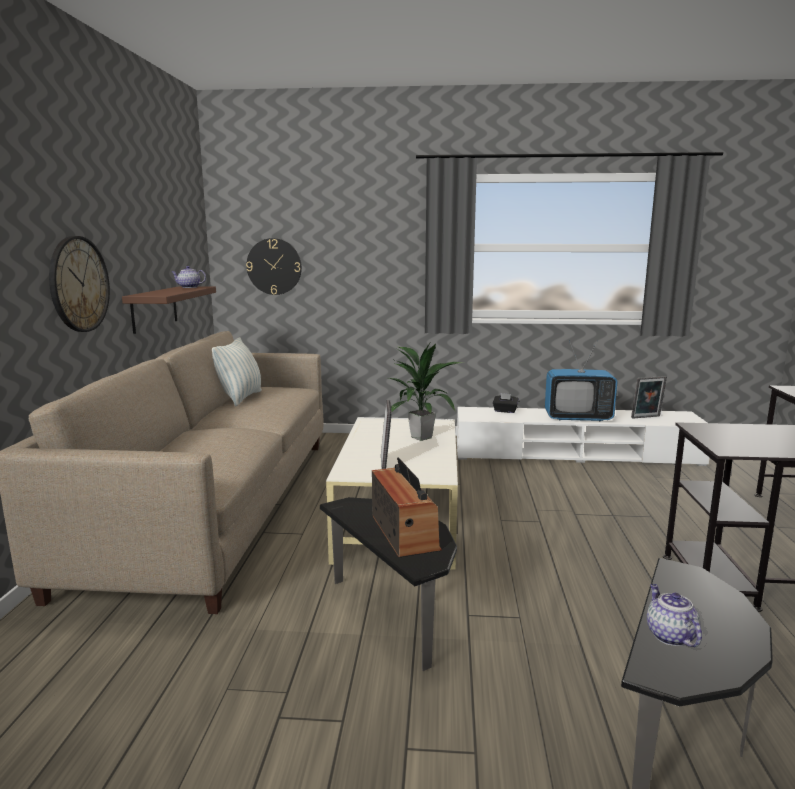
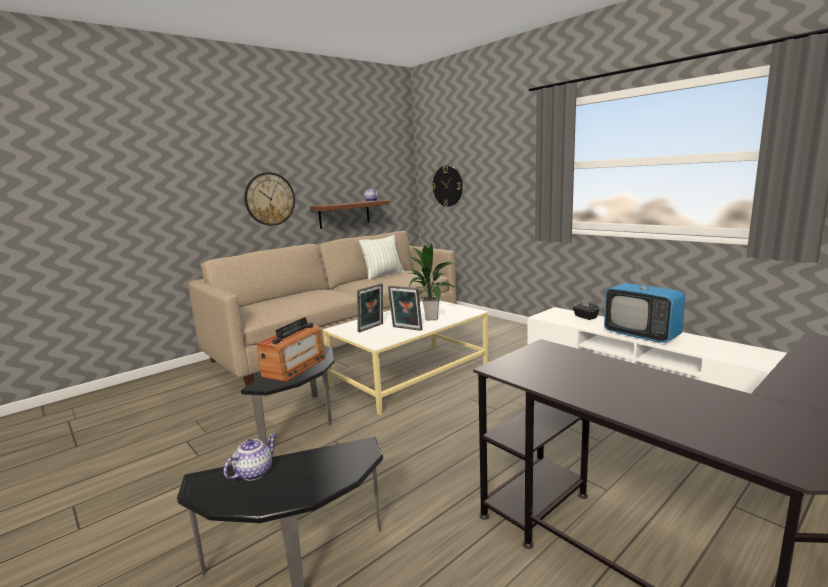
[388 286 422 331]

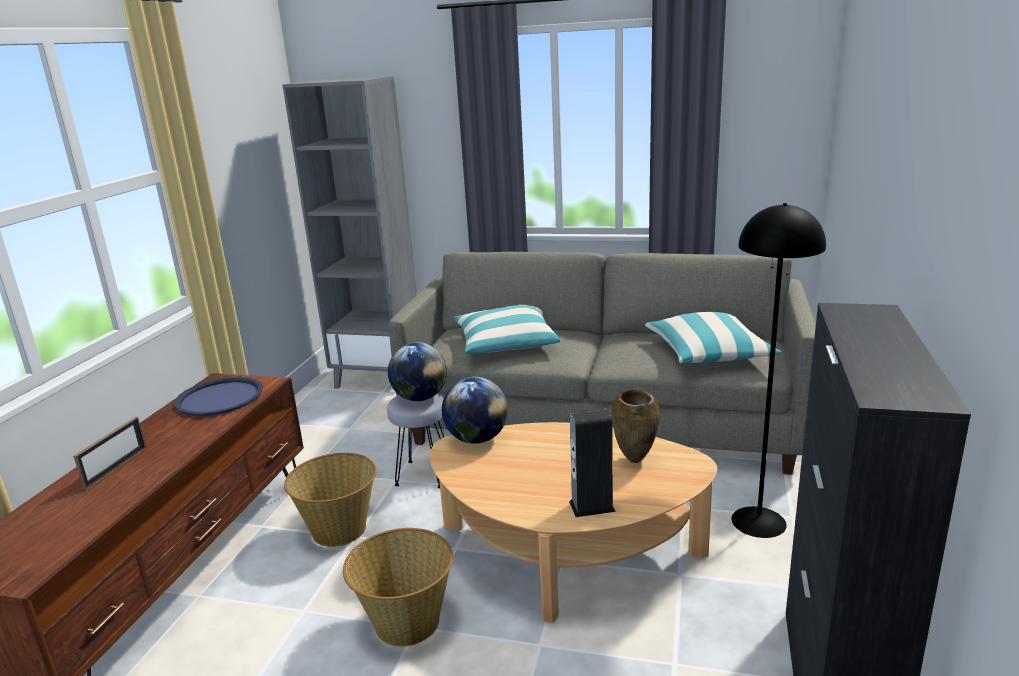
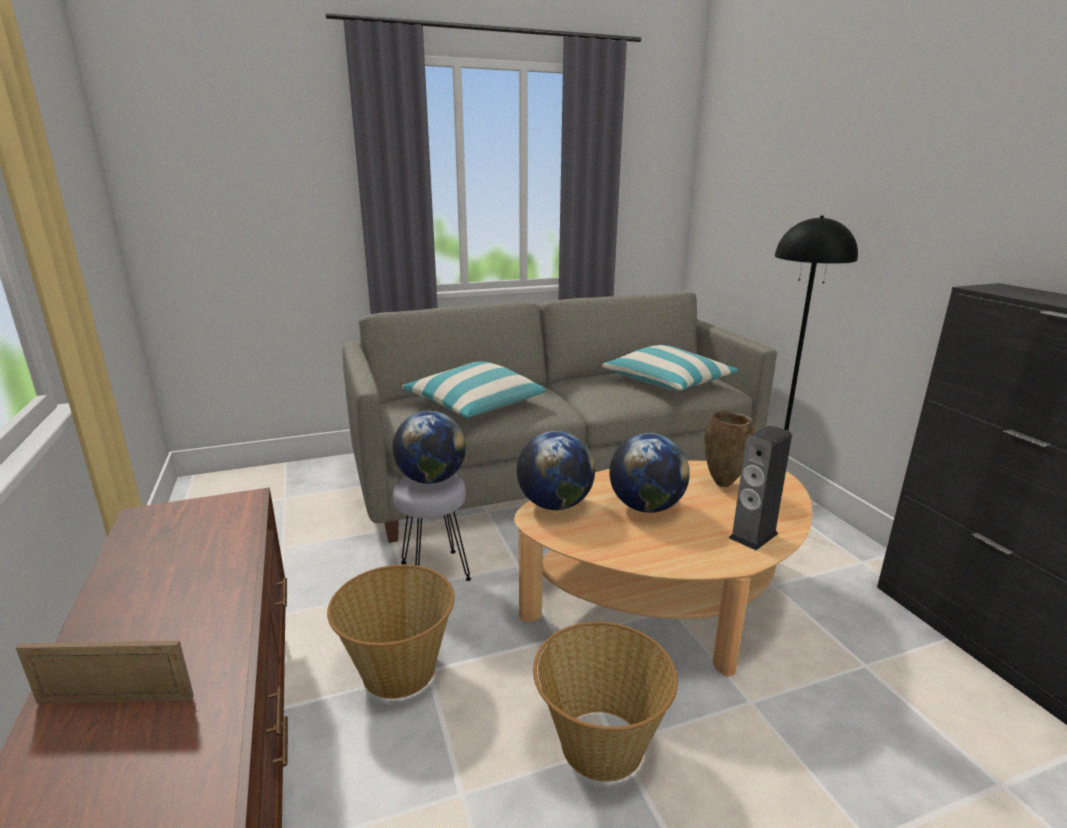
[174 377 263 416] (first image)
[282 76 417 389] (first image)
[609 433 690 513]
[16 641 194 704]

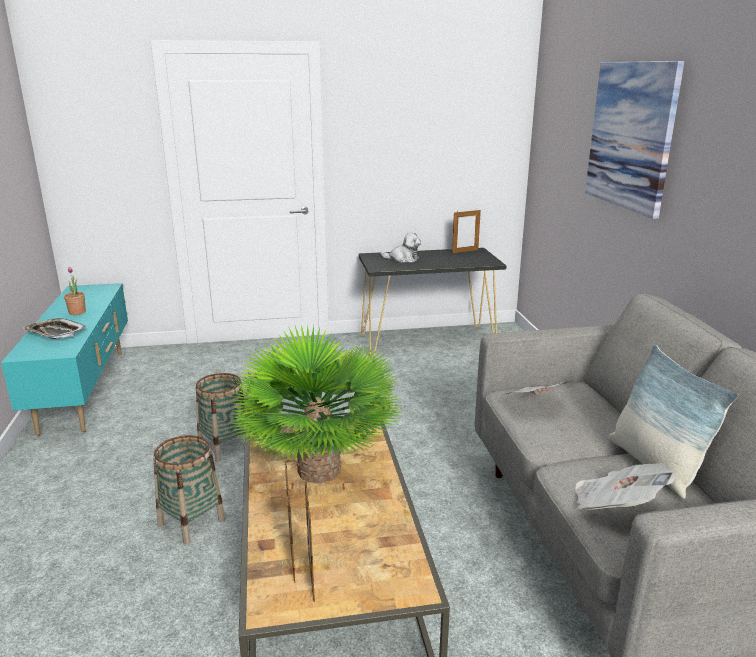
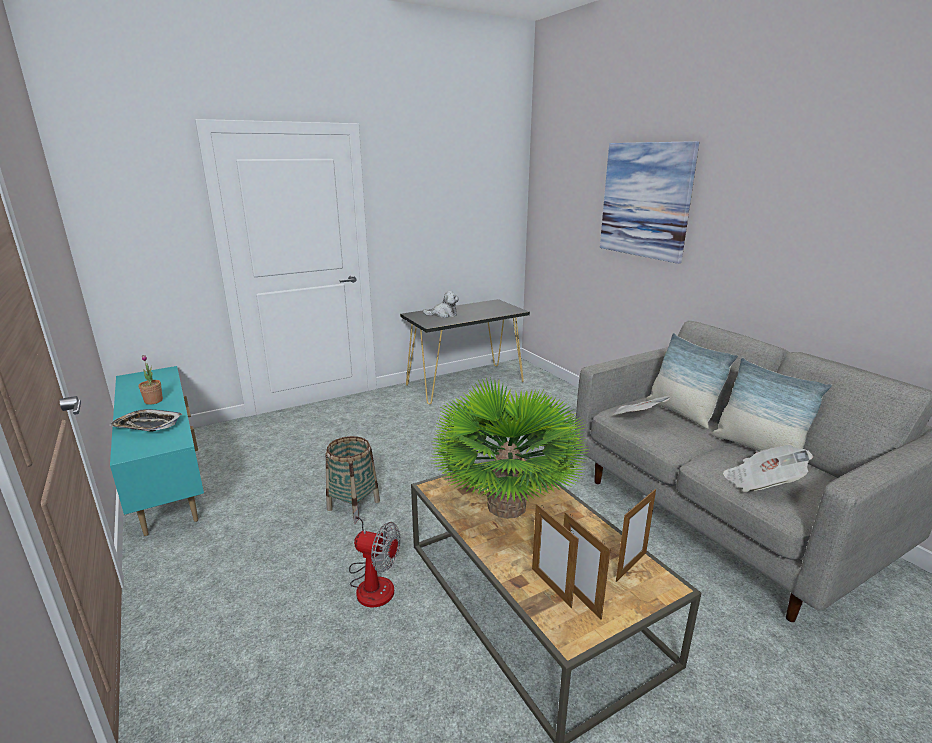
[646 333 738 429]
[616 489 656 582]
[349 508 400 608]

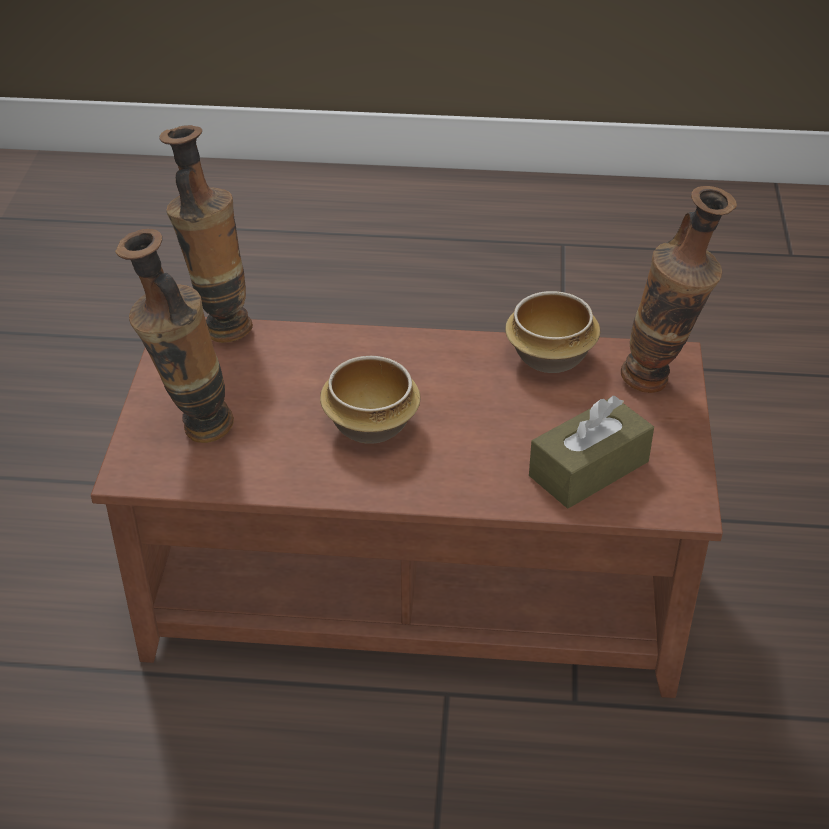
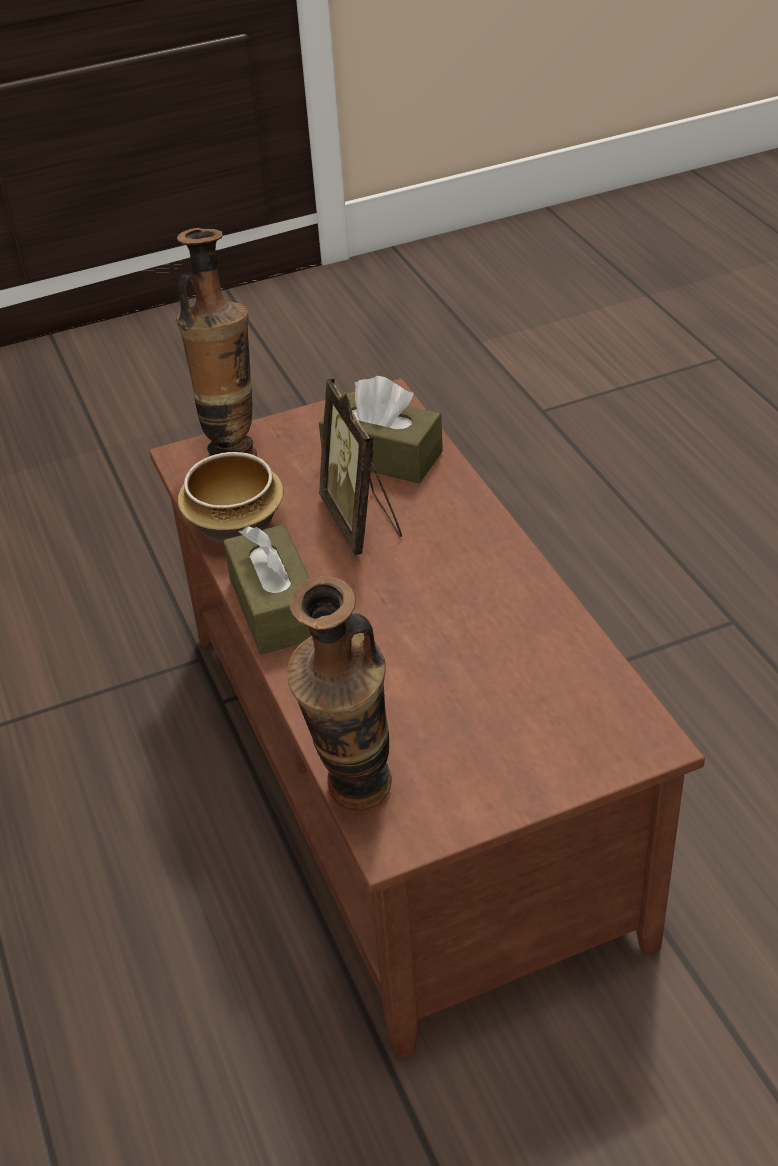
[115 229 234 443] (first image)
[320 356 421 444] (first image)
[223 525 312 655]
[319 378 402 555]

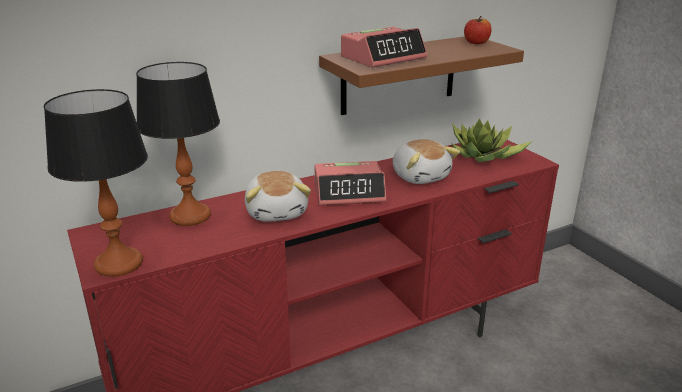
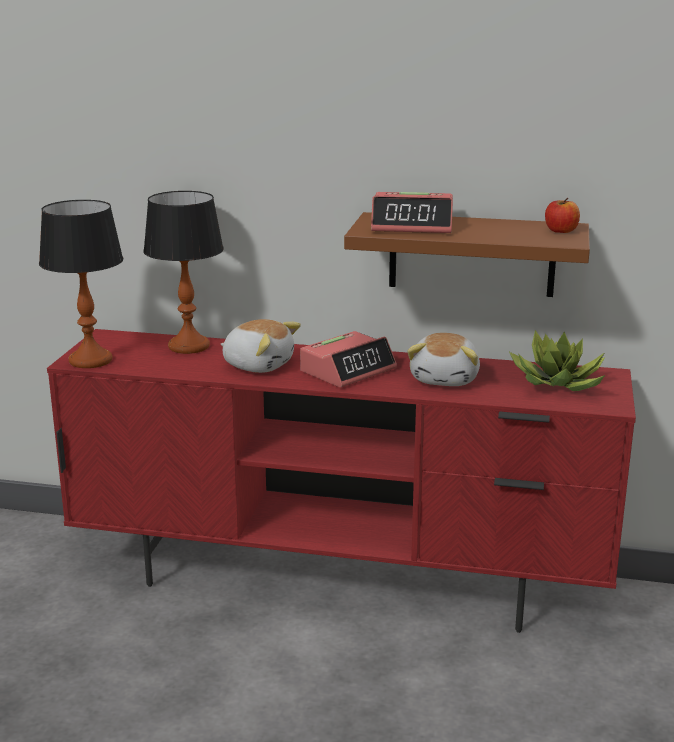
[220 319 301 373]
[300 331 397 388]

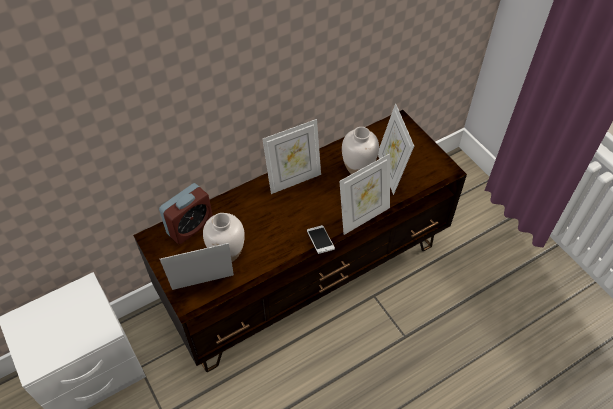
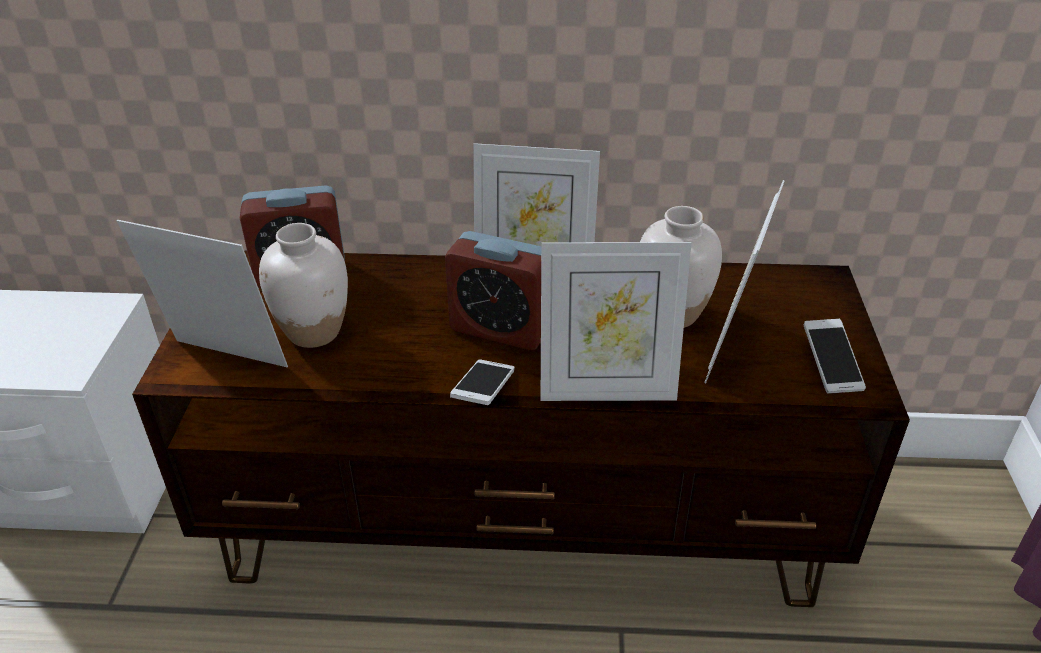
[445 231 541 350]
[804 319 866 394]

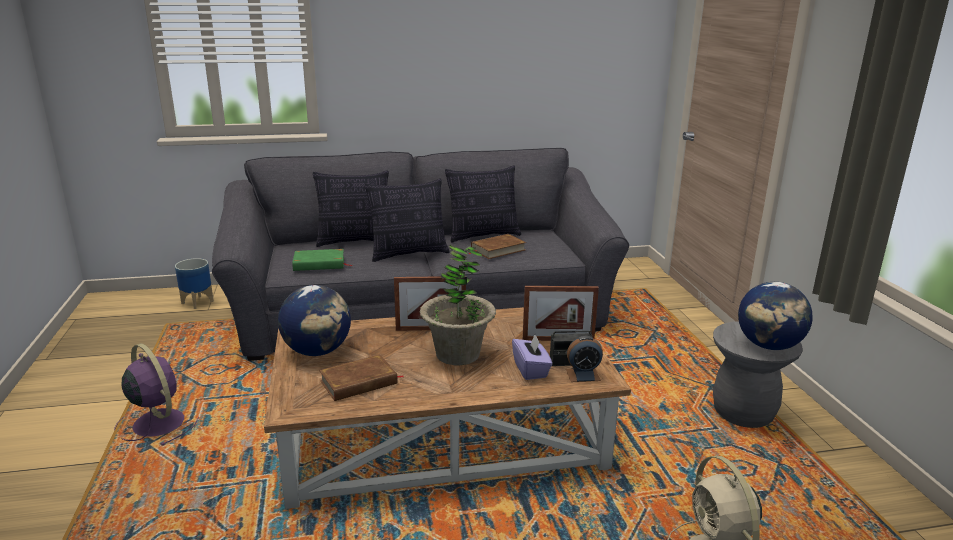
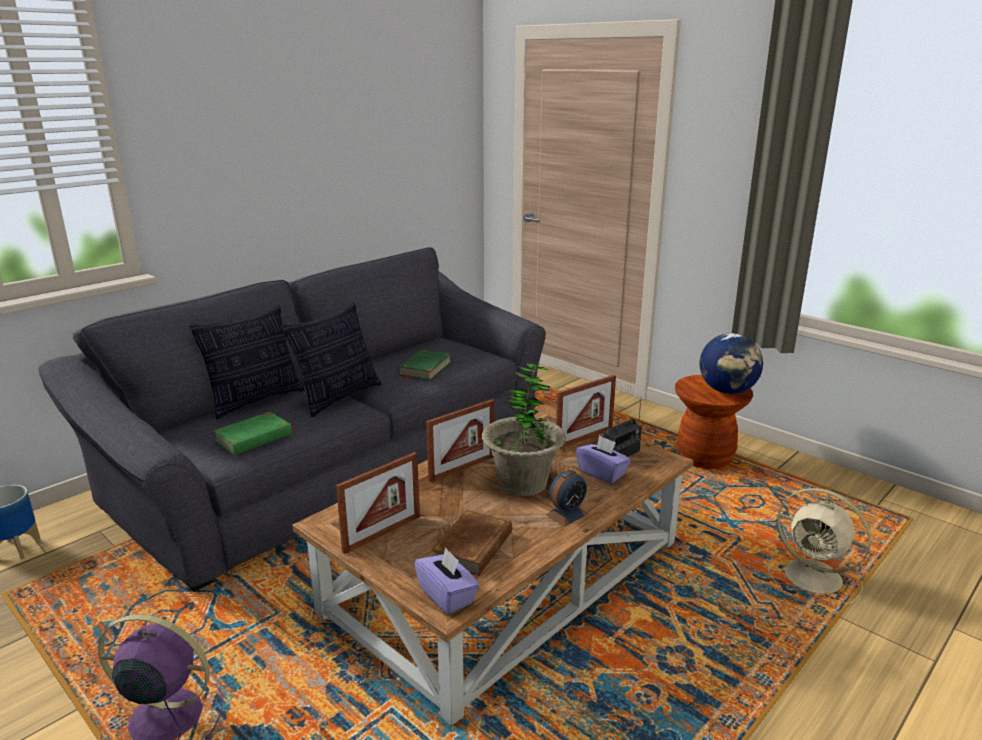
[445 165 521 242] (first image)
[414 547 480 615]
[546 470 589 526]
[336 452 420 554]
[398 349 451 381]
[675 375 753 469]

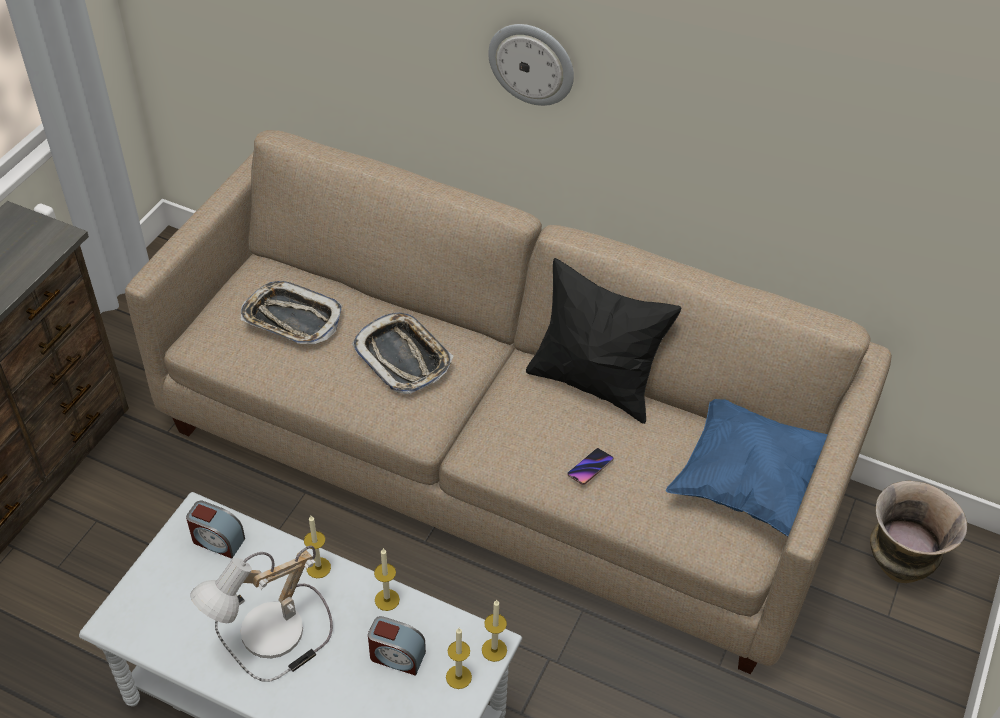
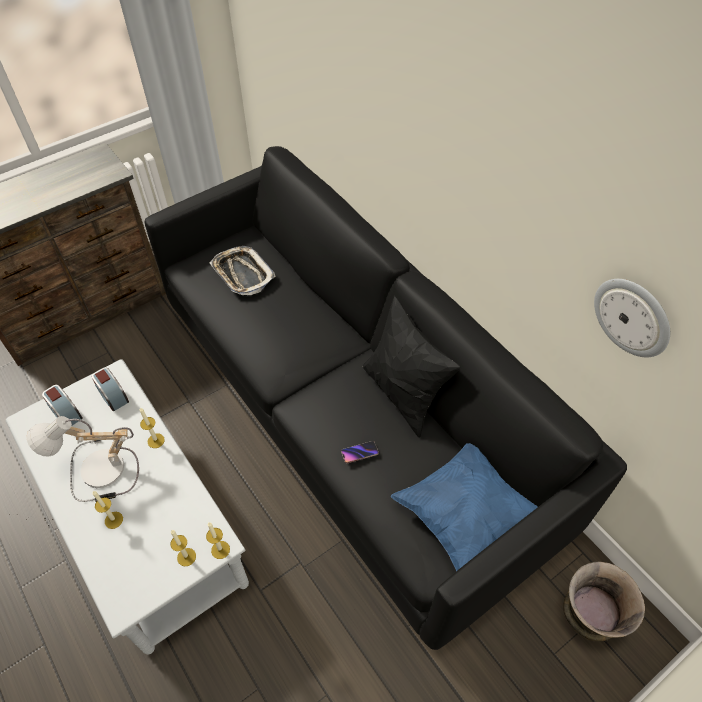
[352 312 454 394] (first image)
[42 385 83 425]
[92 491 123 529]
[594 279 670 357]
[145 146 627 650]

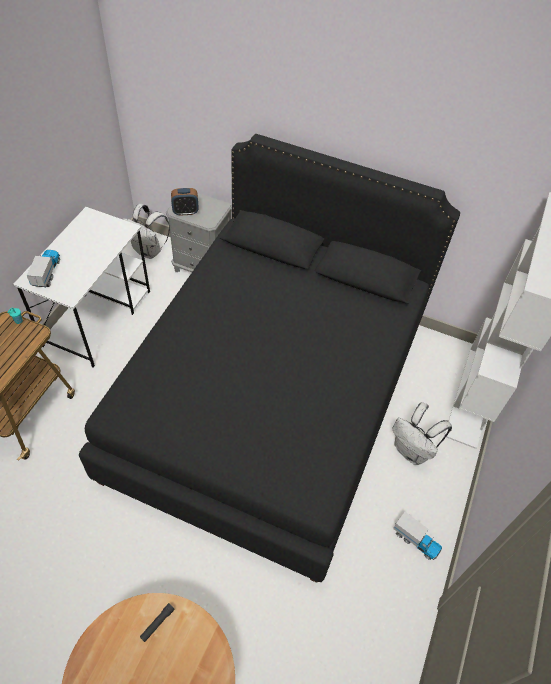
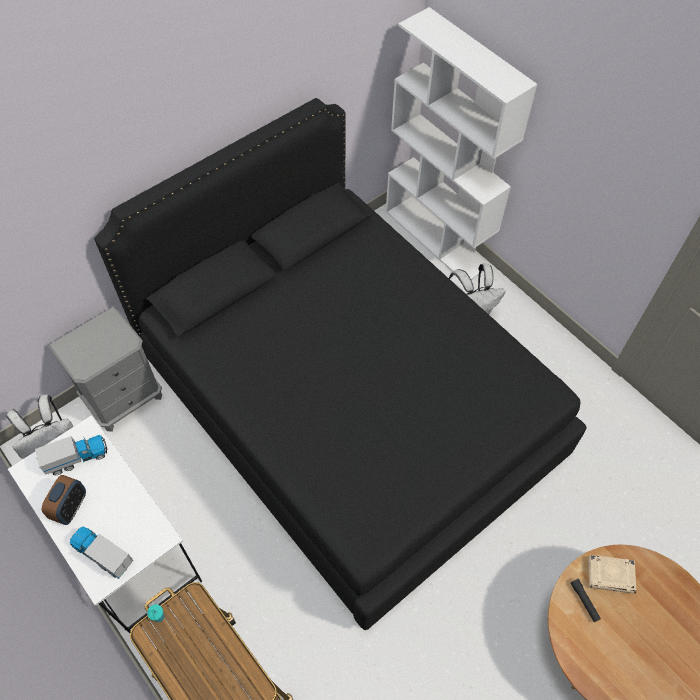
[588 555 636 594]
[42 475 86 525]
[35 435 108 475]

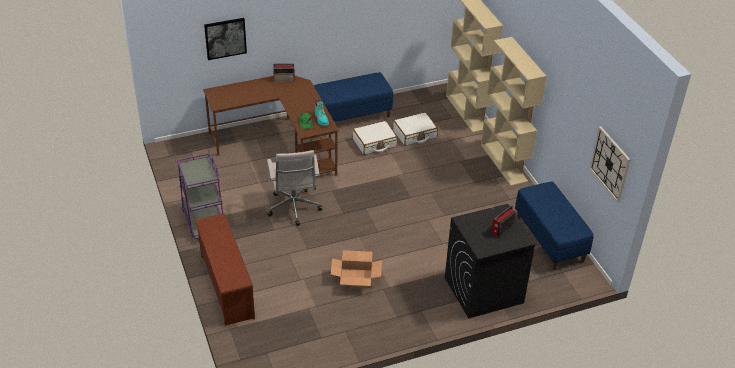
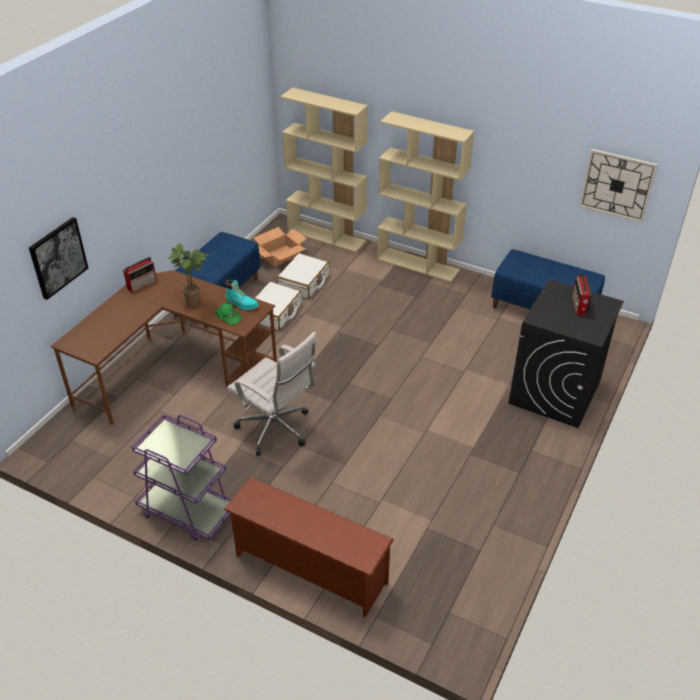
[168 243 209 307]
[253 227 307 267]

